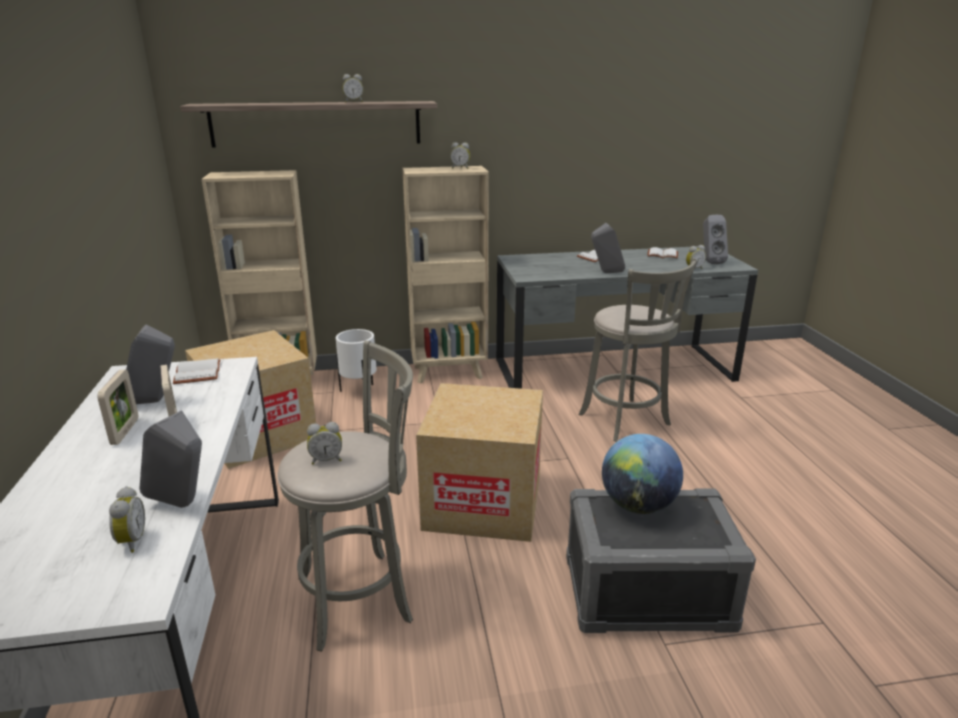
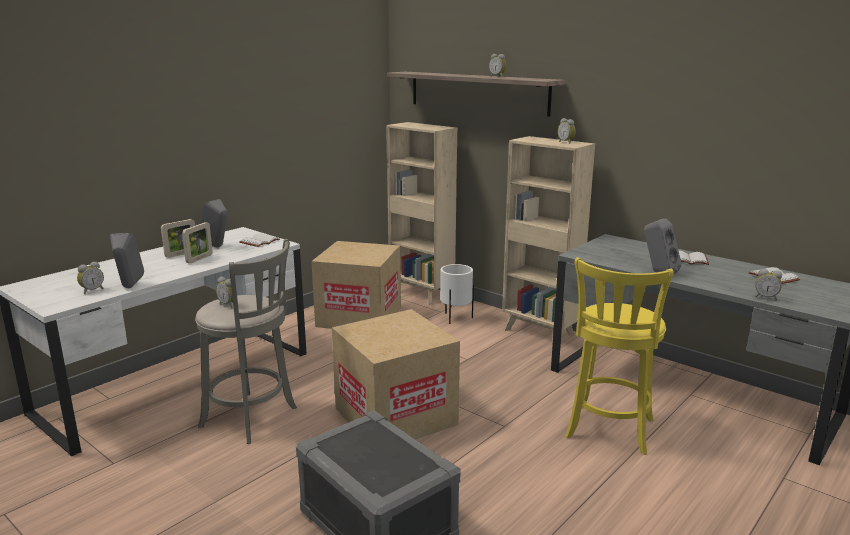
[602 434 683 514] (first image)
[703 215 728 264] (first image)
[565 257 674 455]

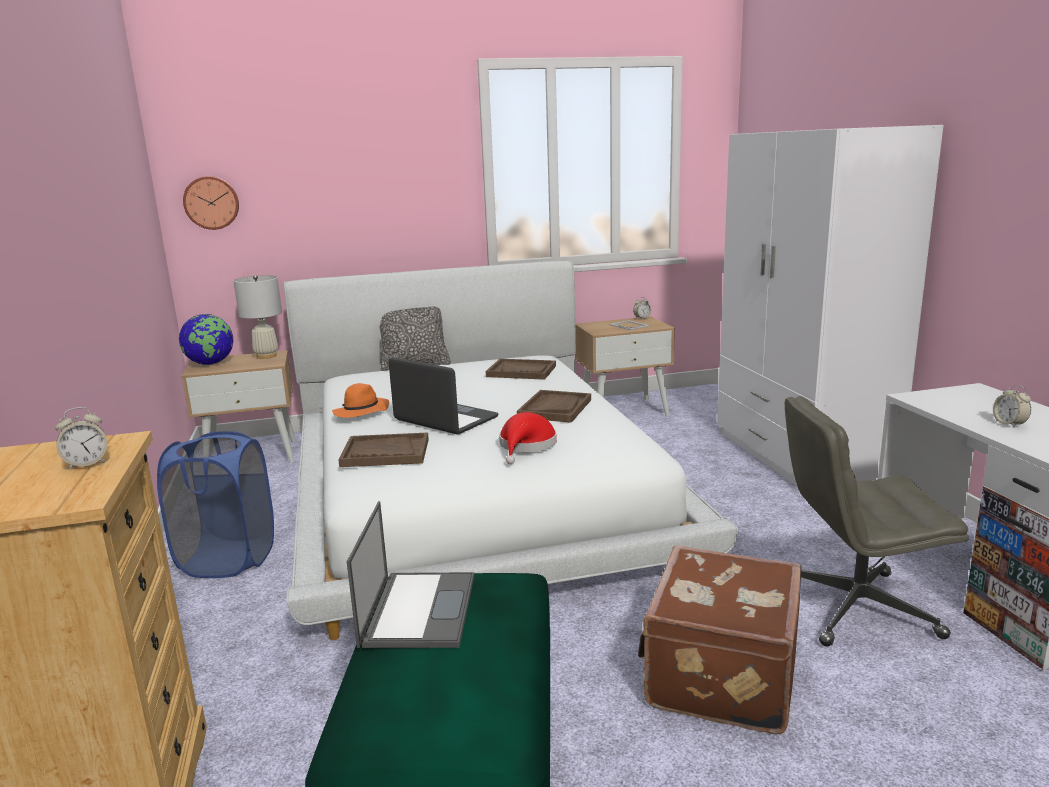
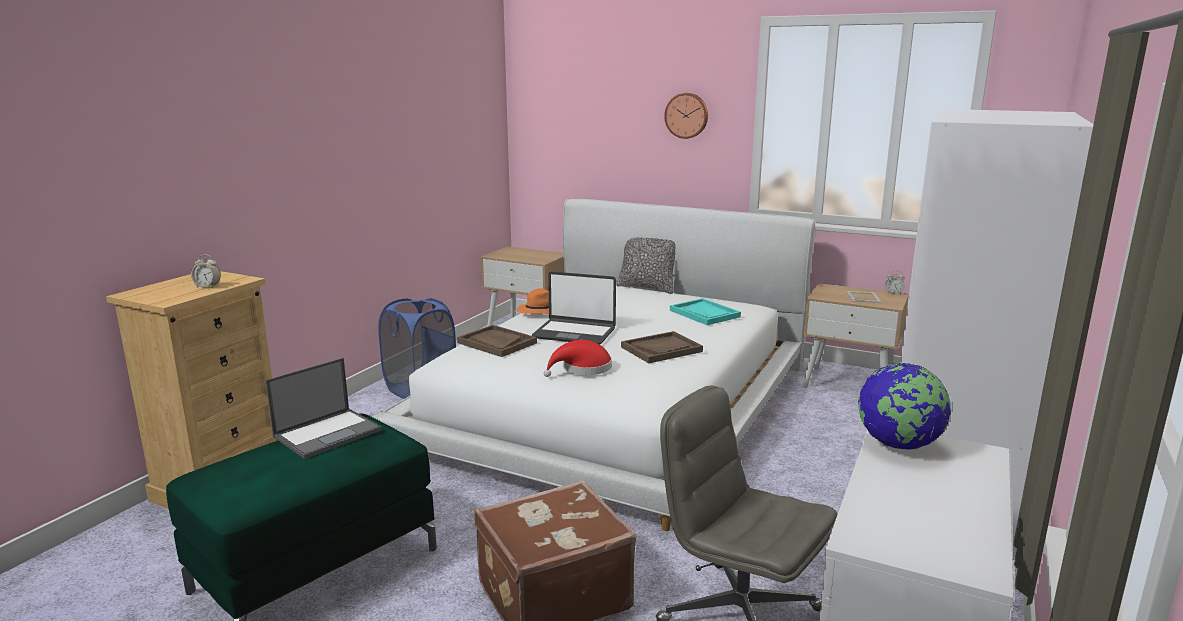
[233 275 282 359] (first image)
[993 385 1031 428] (first image)
[858 363 951 450]
[664 93 708 139]
[670 298 741 325]
[532 271 616 344]

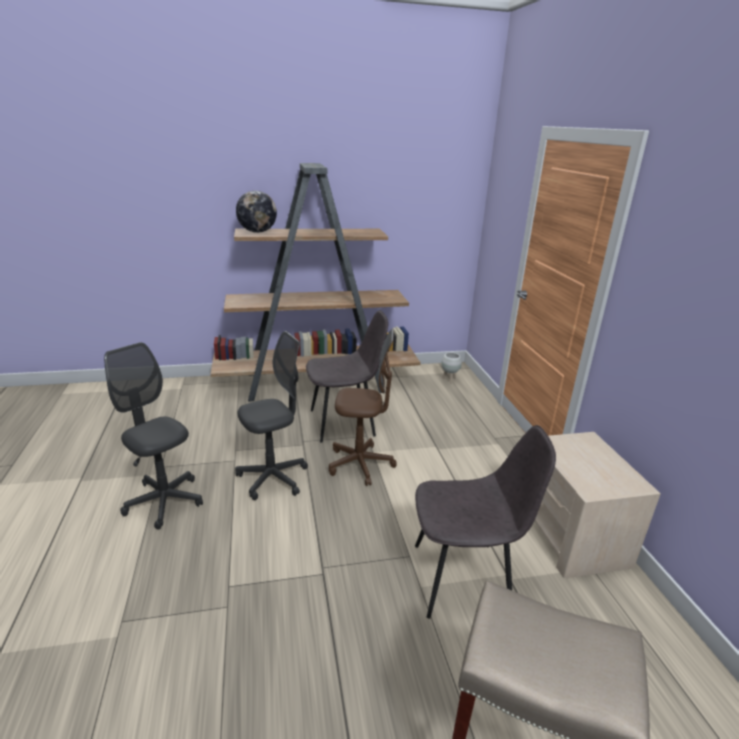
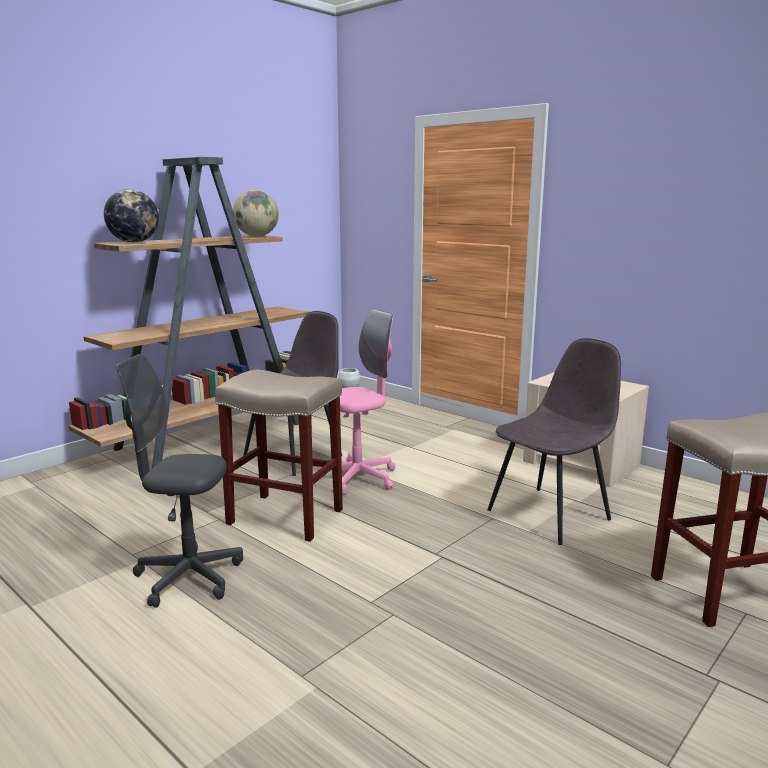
[233 190 279 237]
[215 370 343 542]
[318 309 395 495]

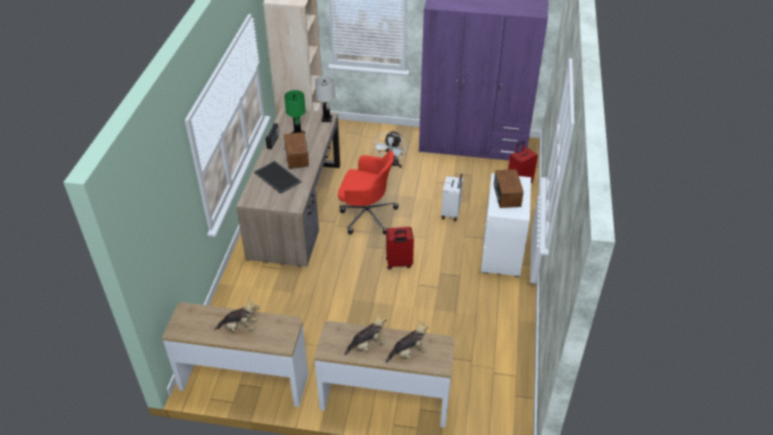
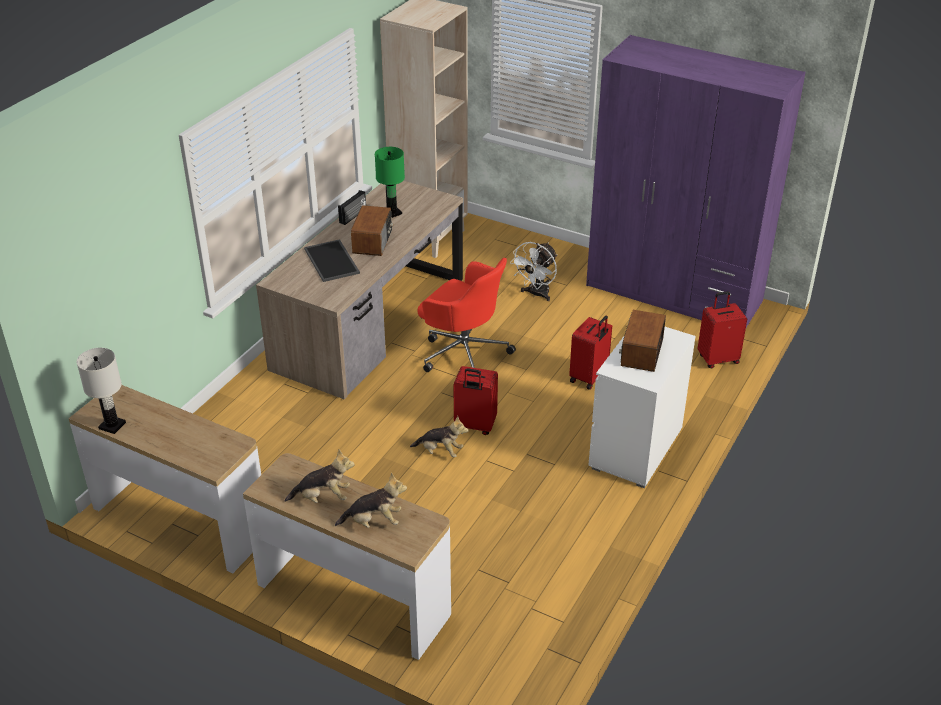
[410 416 468 457]
[77 348 126 434]
[569 316 612 390]

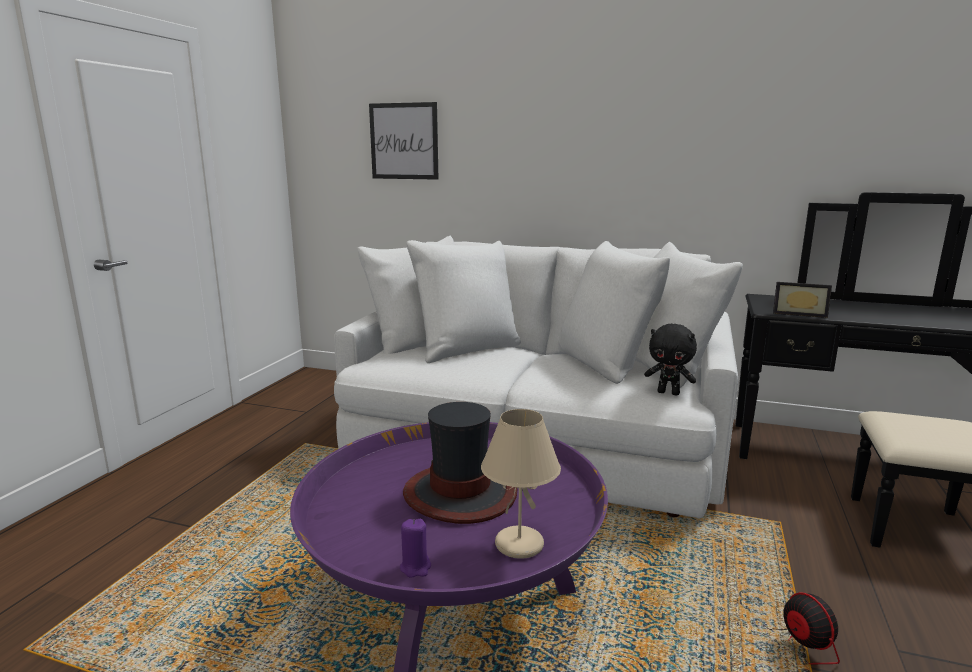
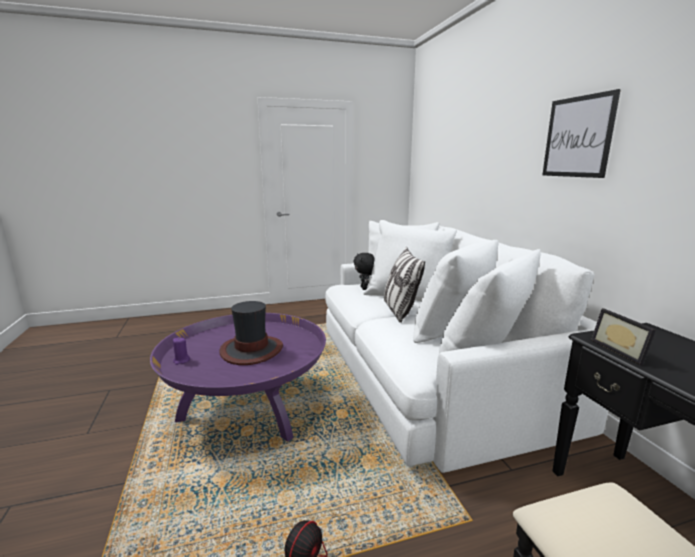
[481 409 561 559] (first image)
[384 247 425 323]
[542 89 621 178]
[353 253 375 290]

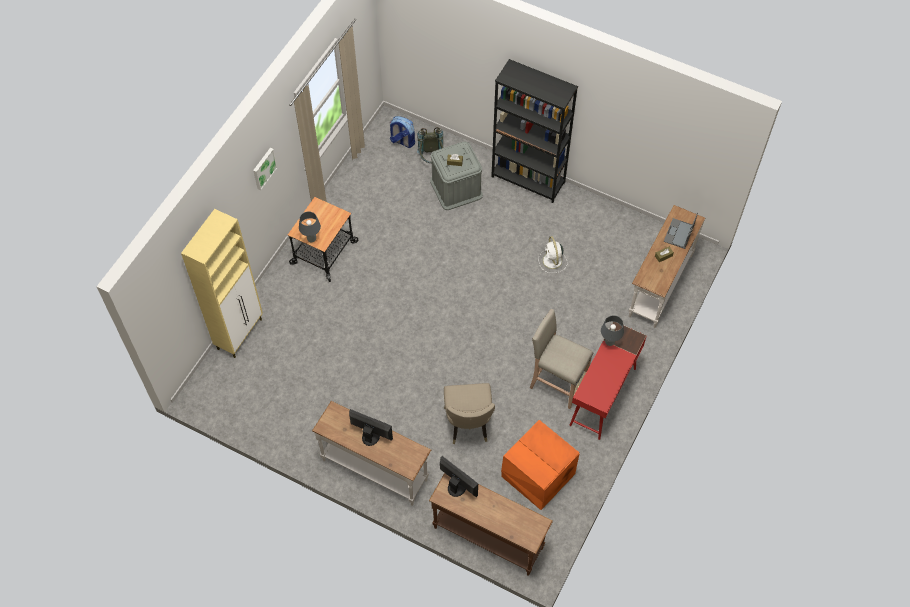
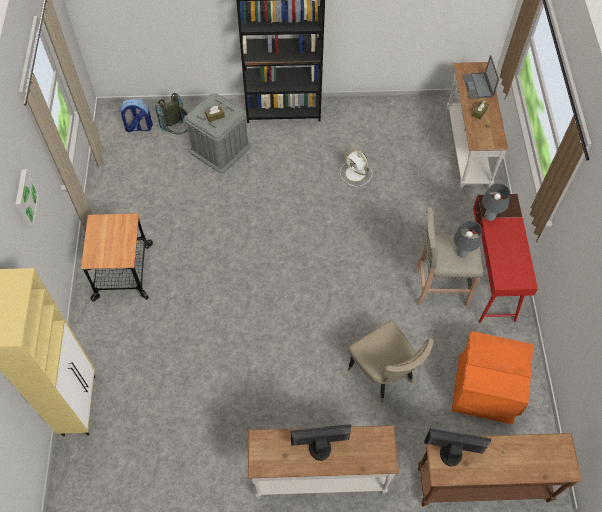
[454 221 482 258]

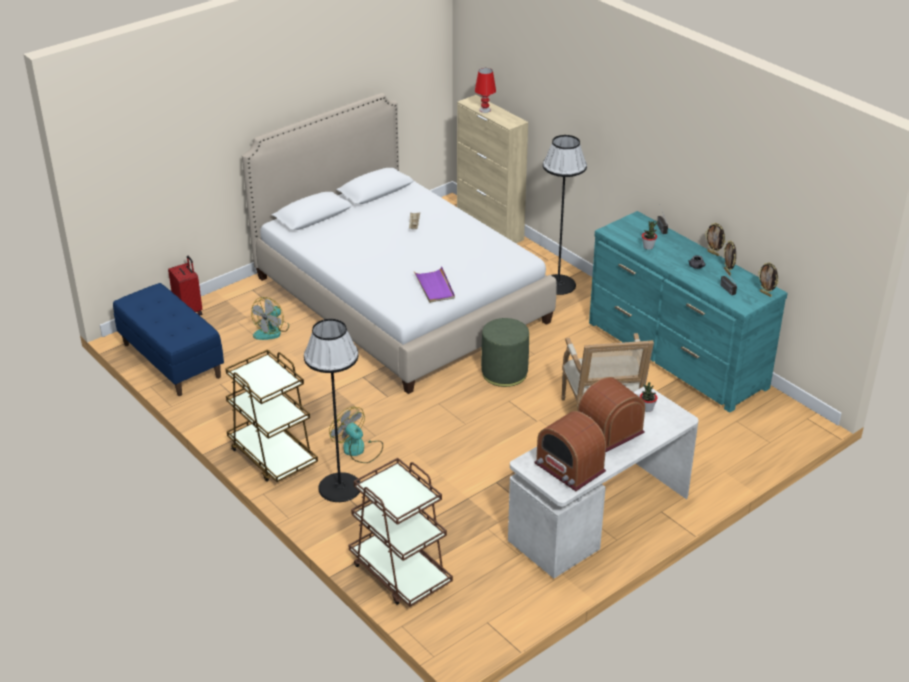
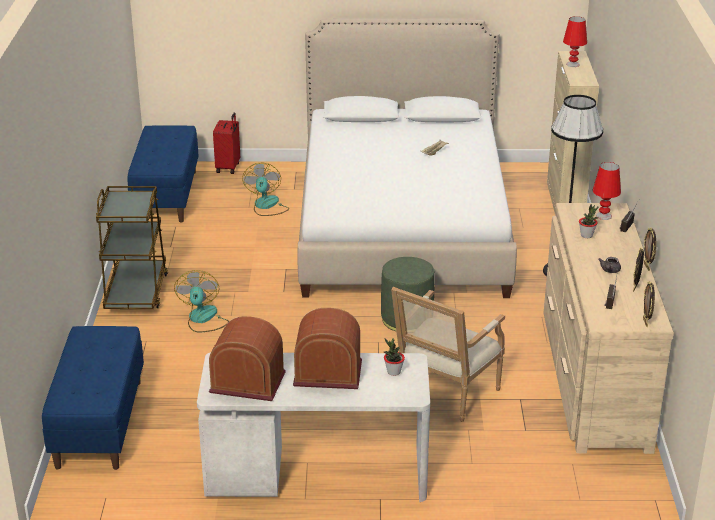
[304 319 360 502] (first image)
[414 267 455 303] (first image)
[592 162 621 220]
[42 326 144 470]
[544 203 674 454]
[242 163 289 216]
[209 316 286 401]

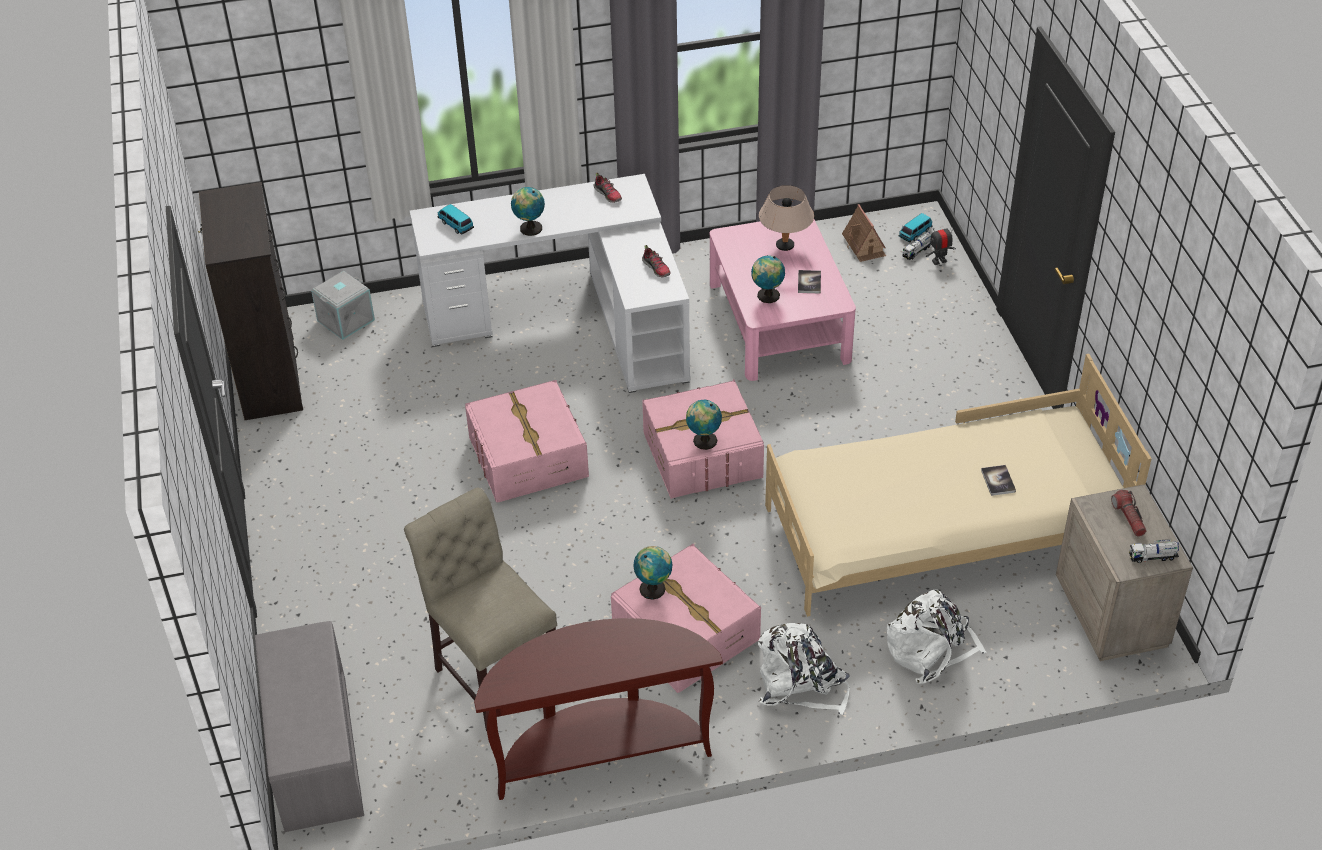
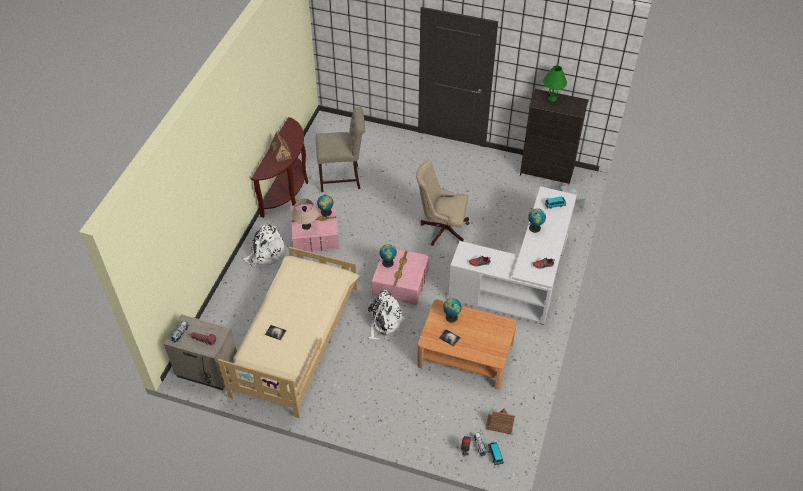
[255 621 364 832] (first image)
[270 131 292 162]
[543 65 567 102]
[291 199 319 230]
[367 290 405 340]
[416 160 469 246]
[417 300 517 389]

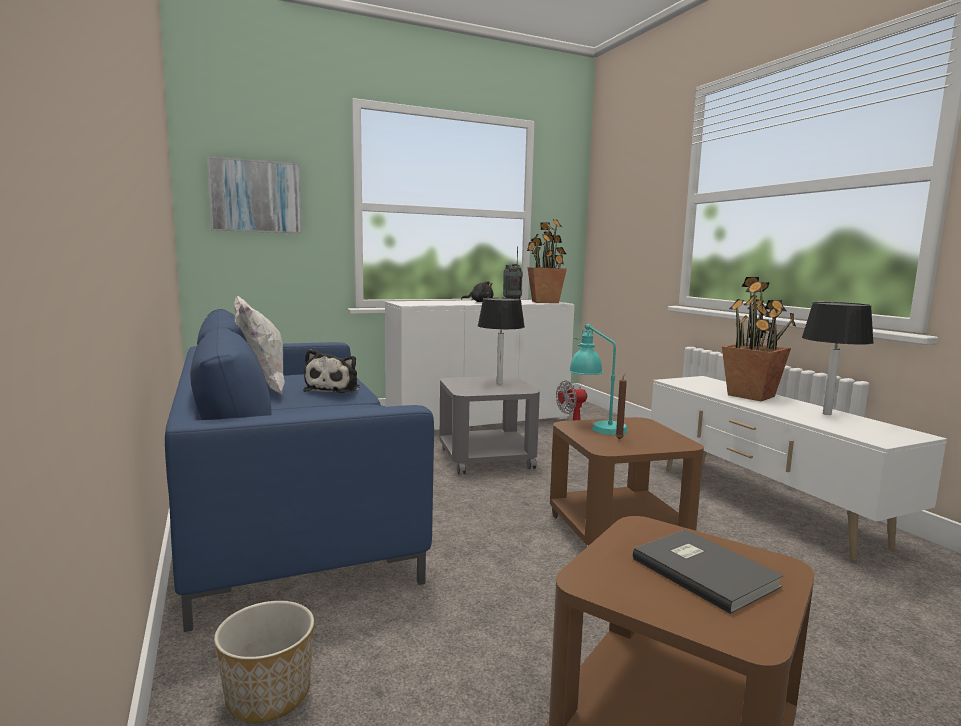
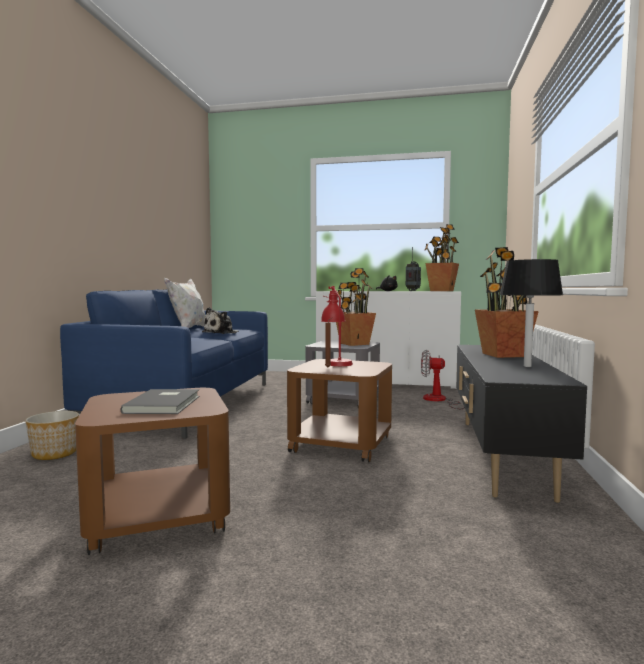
[207 156 302 234] (first image)
[336 268 376 346]
[321 286 353 366]
[456 345 587 503]

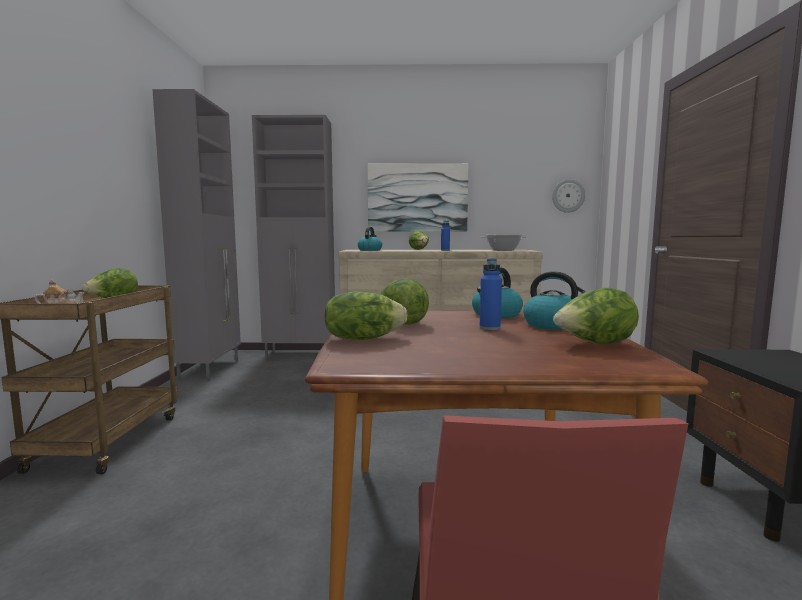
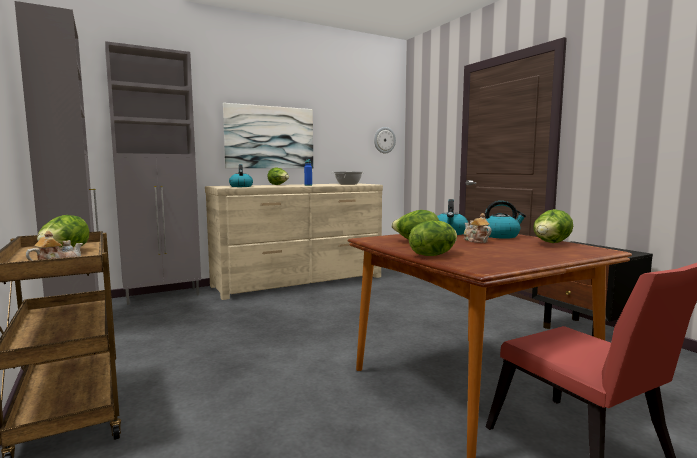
[464 213 492 243]

